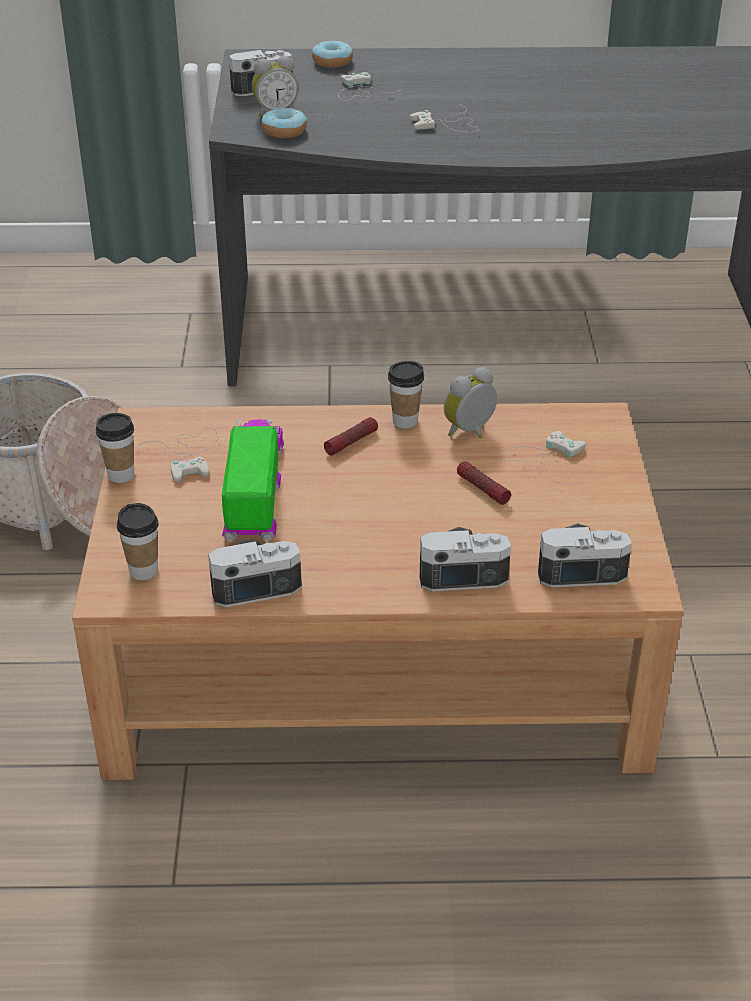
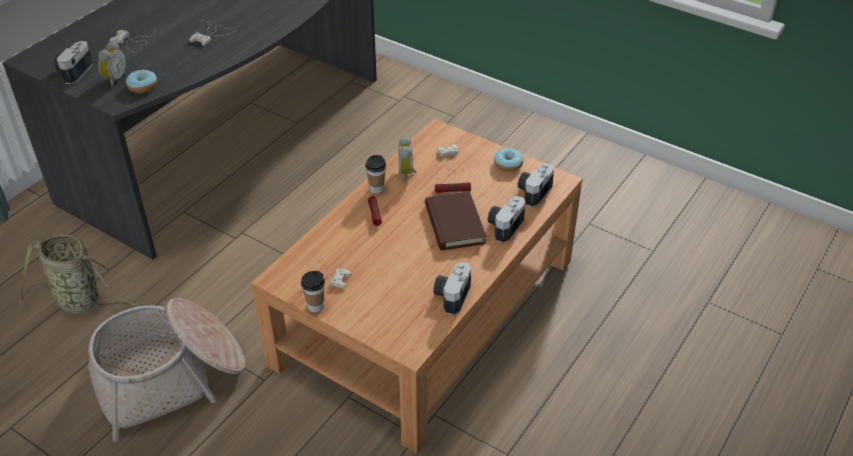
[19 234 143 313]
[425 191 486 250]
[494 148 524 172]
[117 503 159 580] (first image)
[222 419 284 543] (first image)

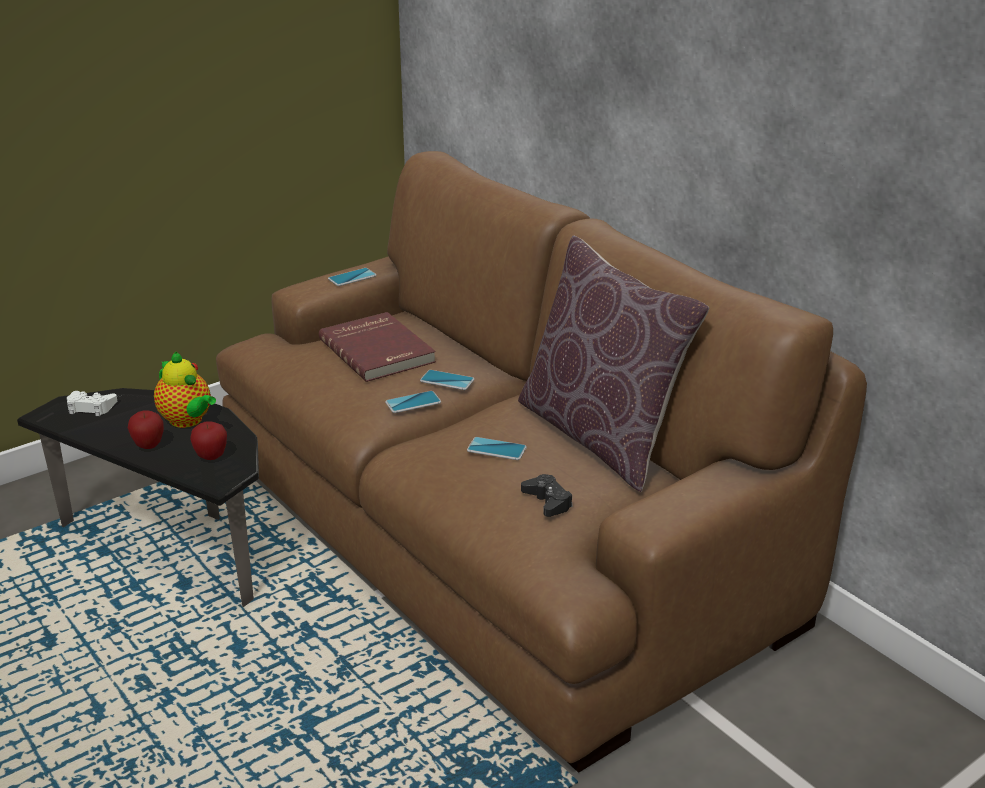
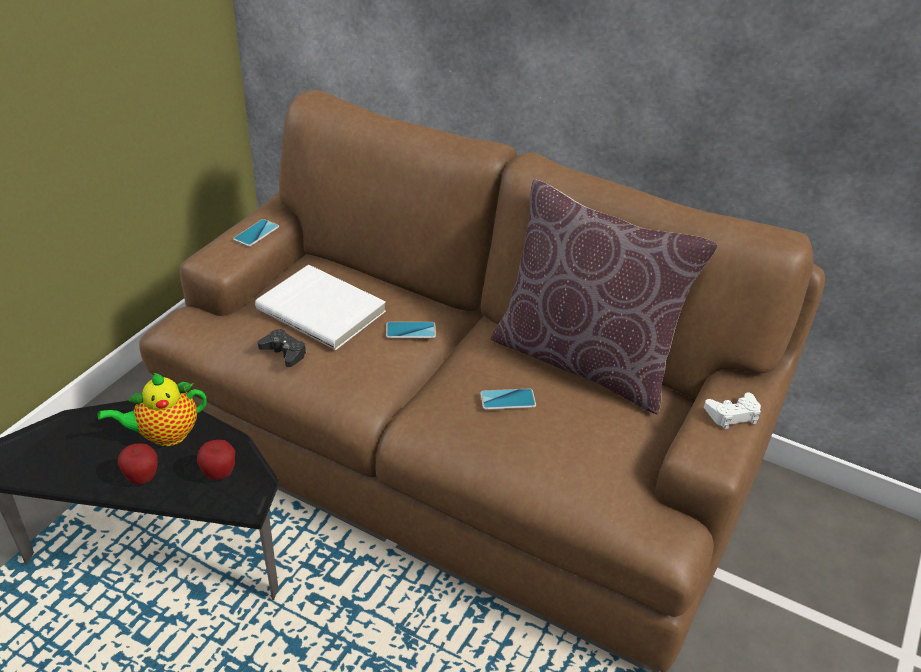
[98 373 207 446]
[255 265 386 350]
[258 329 307 367]
[704 393 761 429]
[385 391 441 413] (first image)

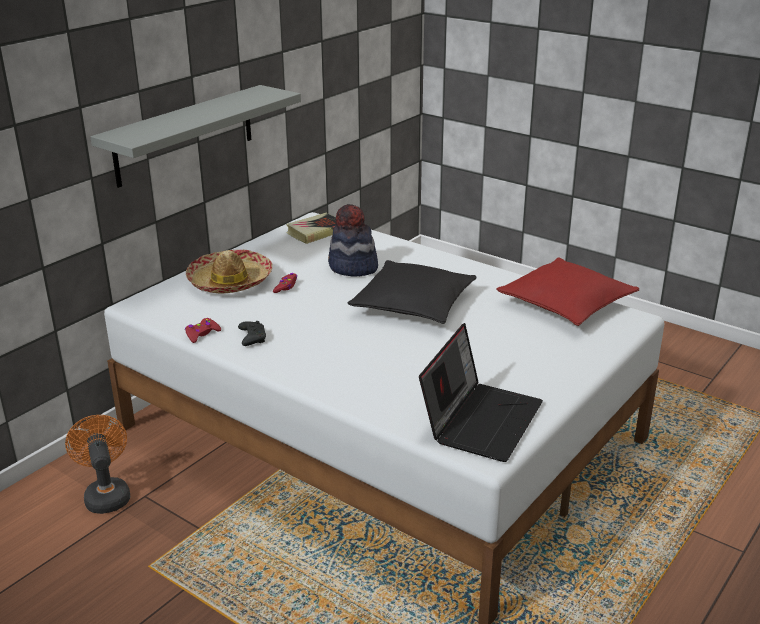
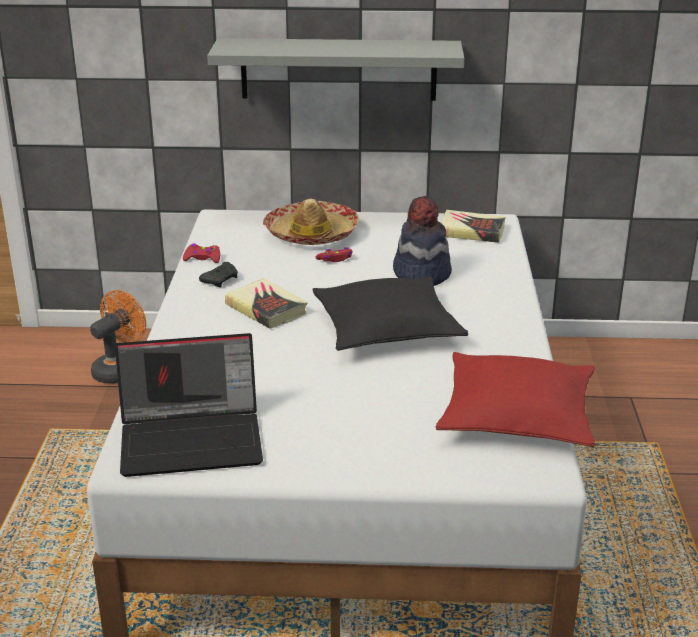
[225 278 308 329]

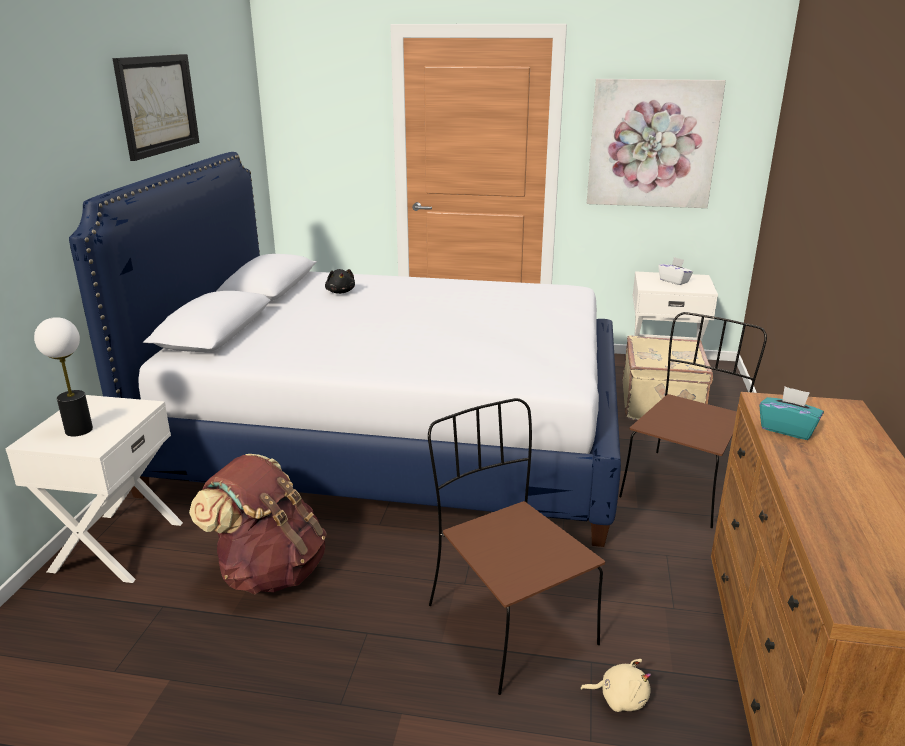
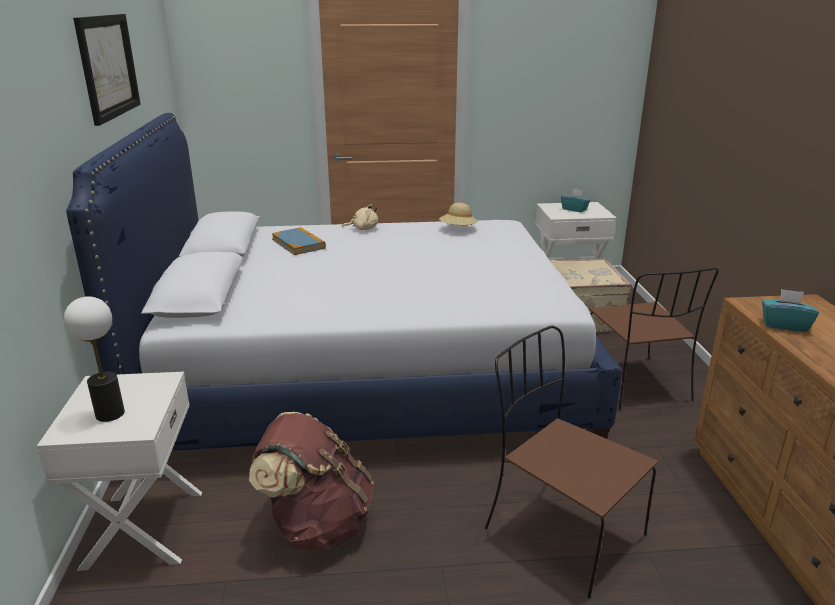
[272 227 326 255]
[342 204 378 230]
[439 203 478 225]
[561 189 591 212]
[589 267 719 410]
[587 79 726 208] (first image)

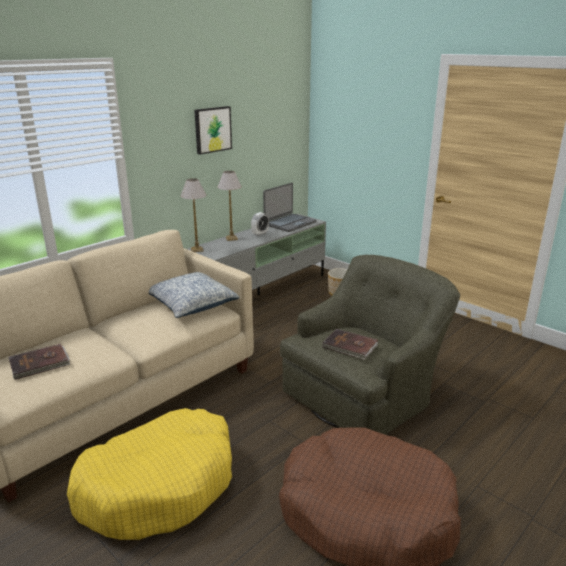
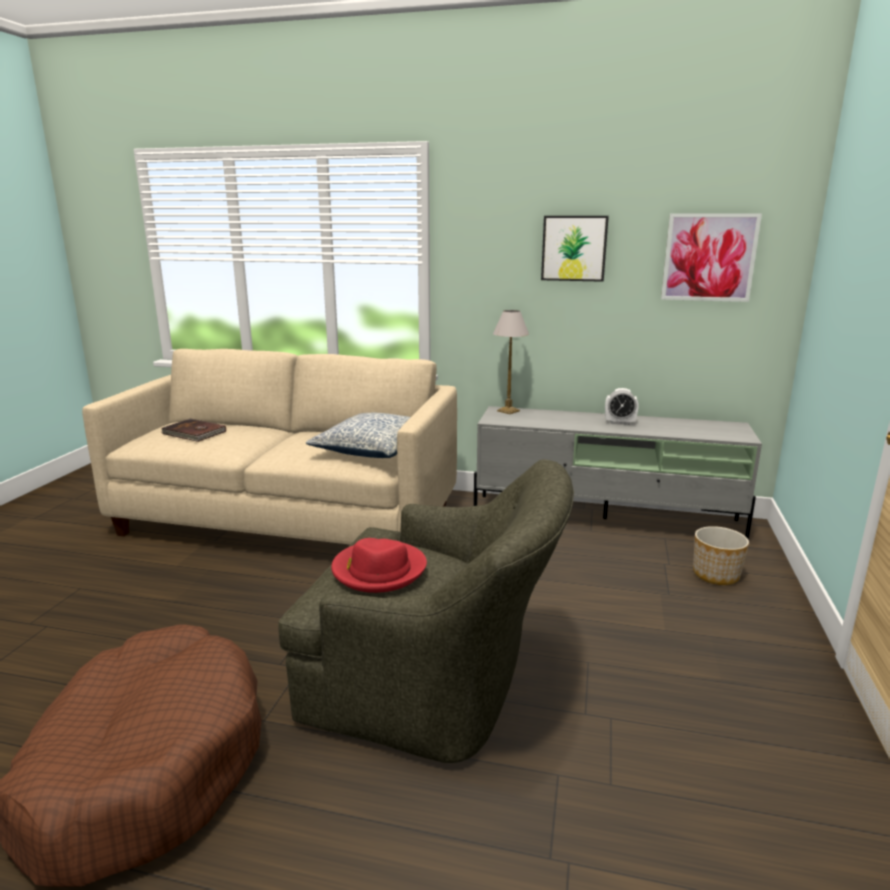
[331 538 427 593]
[661 213 762 302]
[67 408 232 540] (first image)
[217 171 242 241] (first image)
[263 183 317 232] (first image)

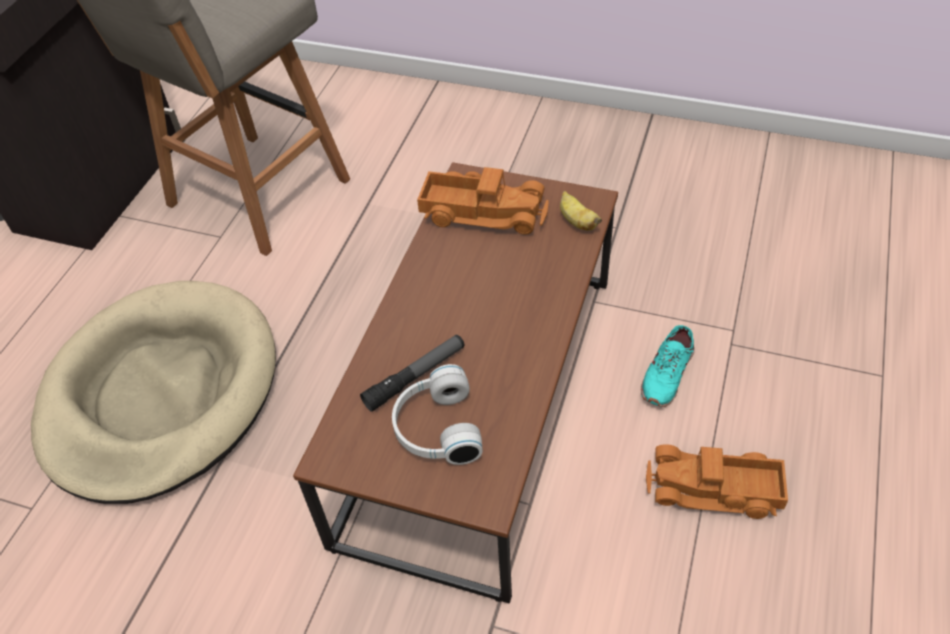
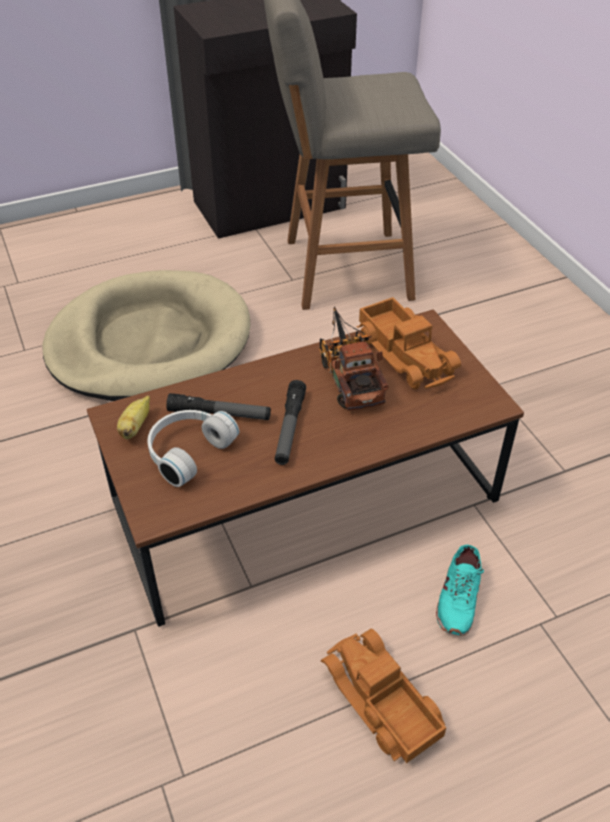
[117 395 150 439]
[275 380 306 465]
[318 307 388 411]
[436 544 484 636]

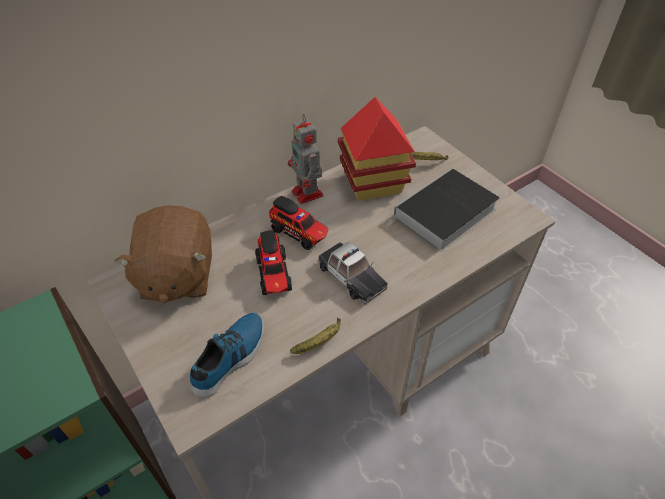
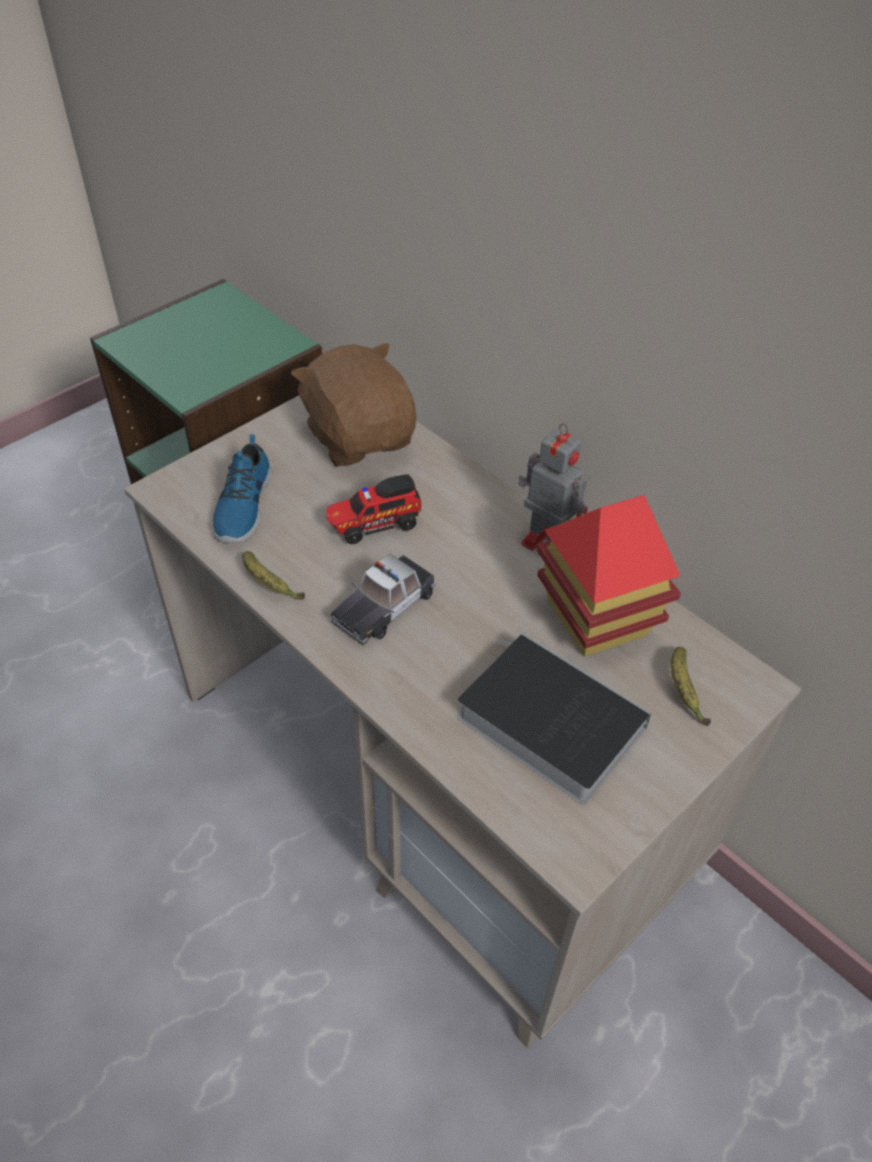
[213 434 273 543]
[291 343 417 467]
[518 423 588 555]
[269 196 328 250] (first image)

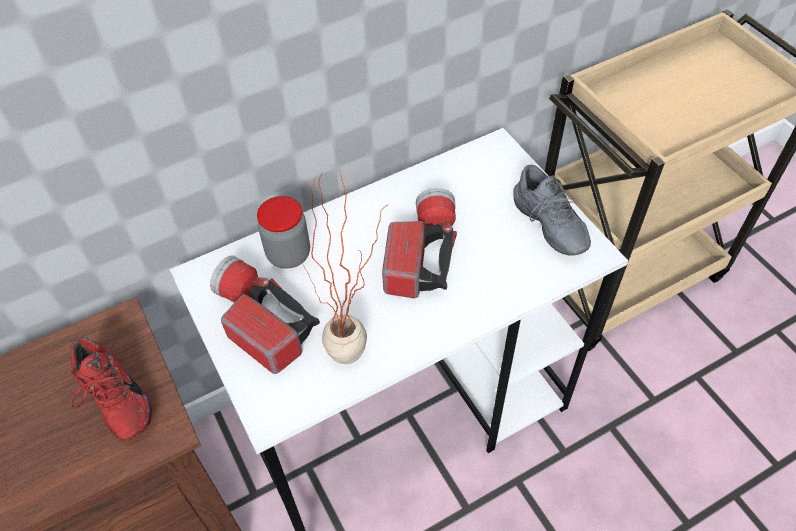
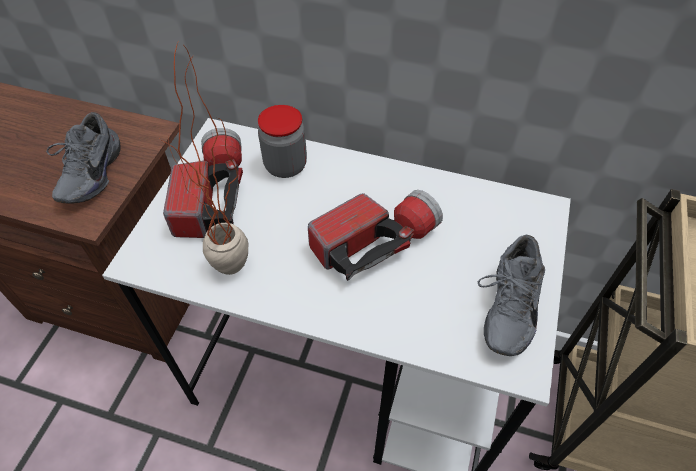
[46 112 121 204]

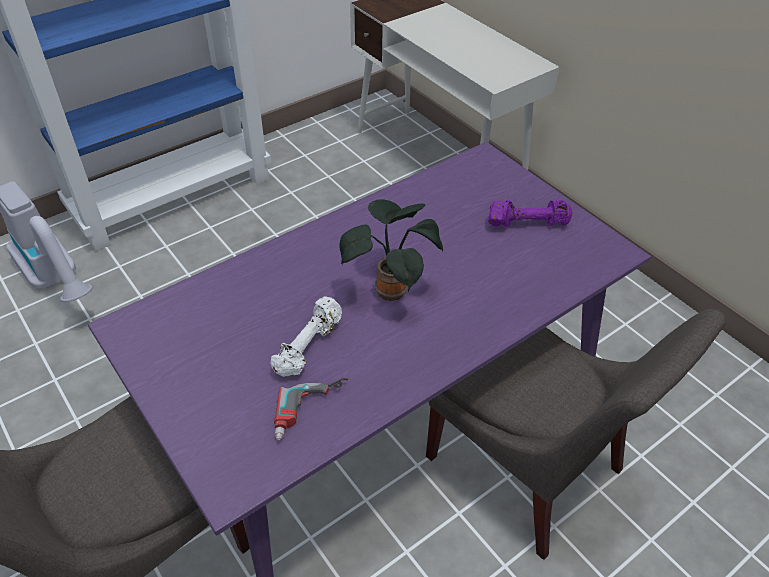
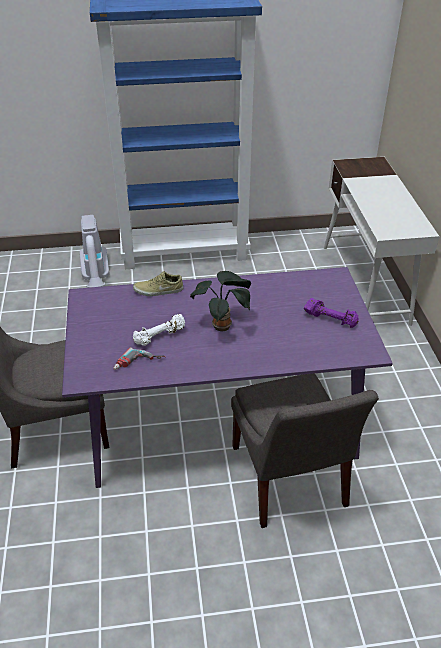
[133 271 183 296]

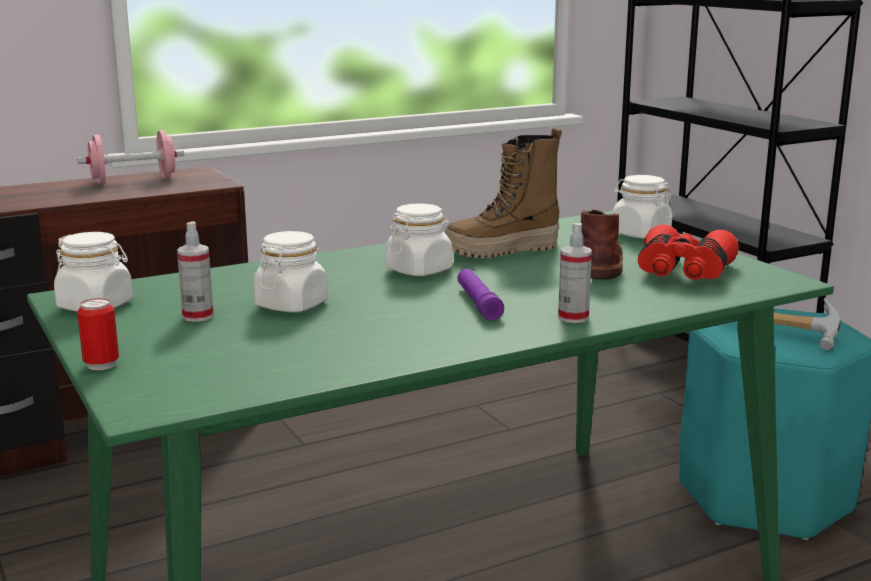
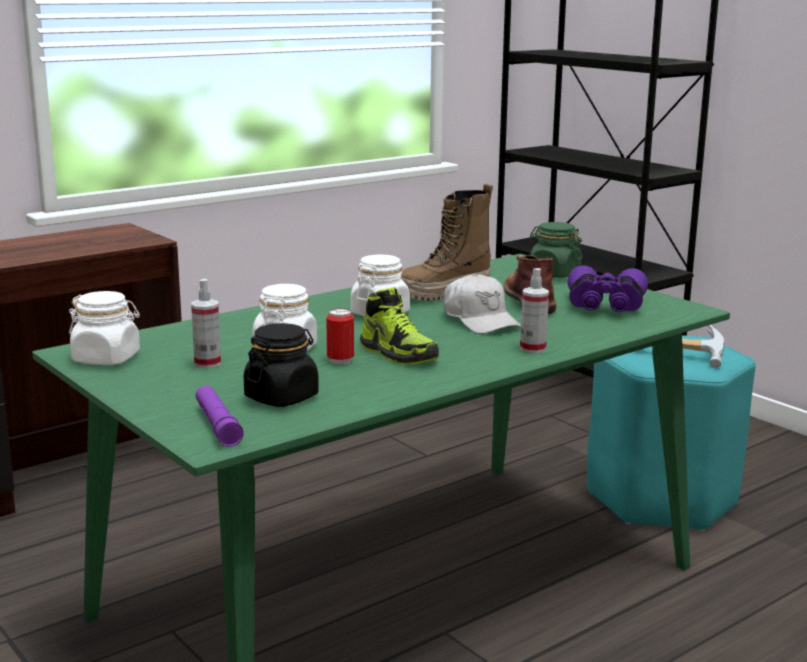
[196 386 244 447]
[244 323 319 407]
[326 308 354 365]
[360 287 439 364]
[443 273 521 334]
[530 222 582 278]
[568 265 648 312]
[78 130 184 184] (first image)

